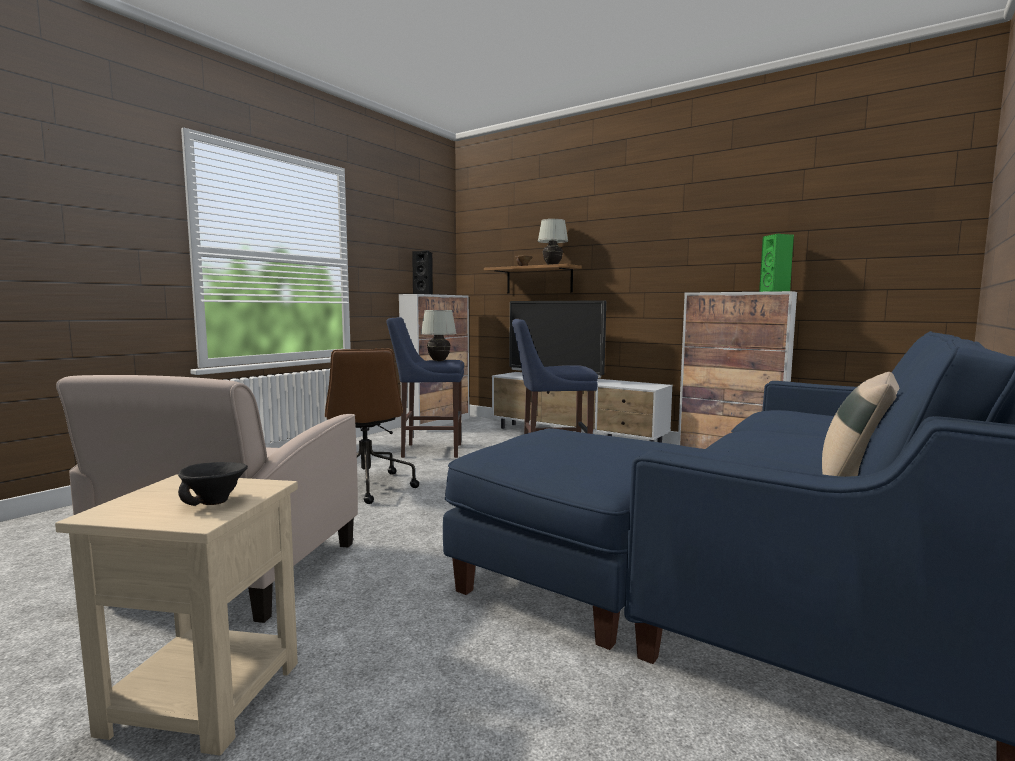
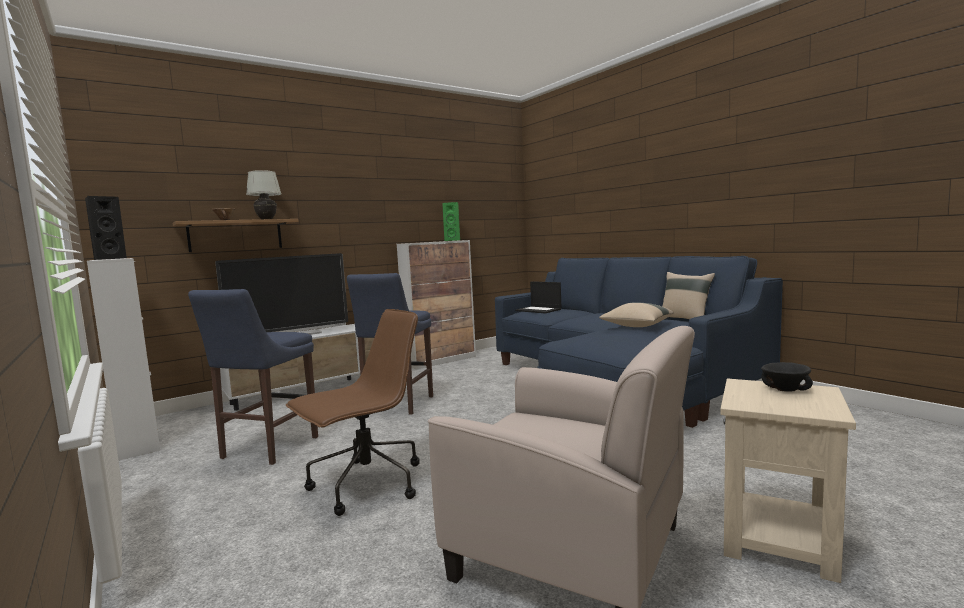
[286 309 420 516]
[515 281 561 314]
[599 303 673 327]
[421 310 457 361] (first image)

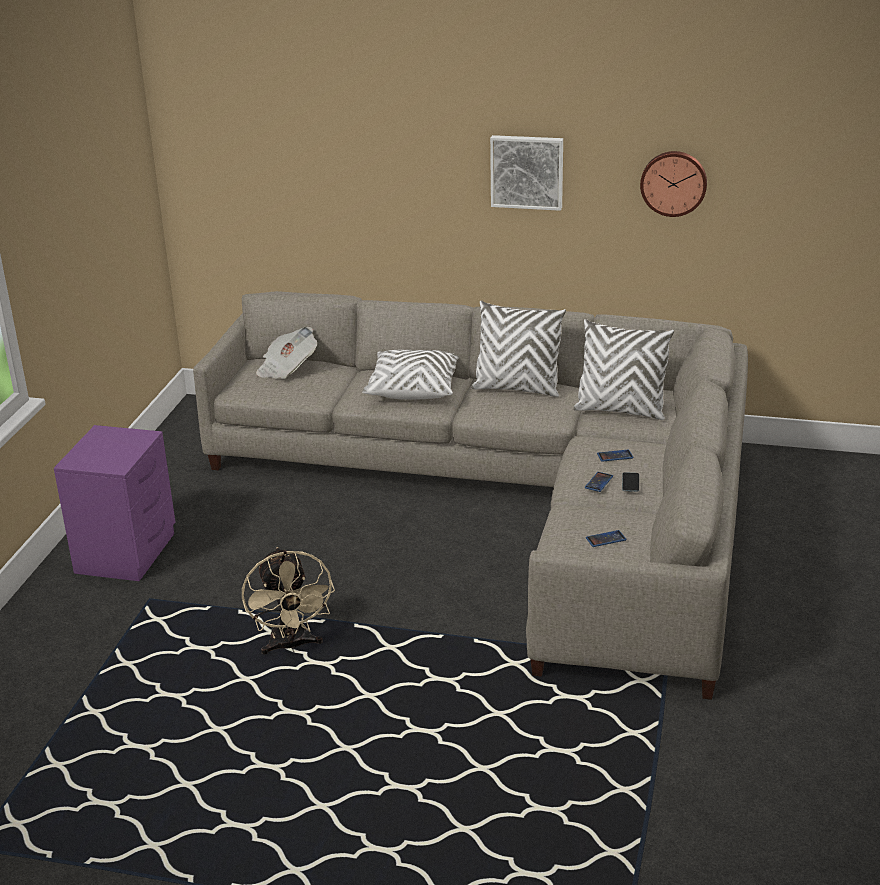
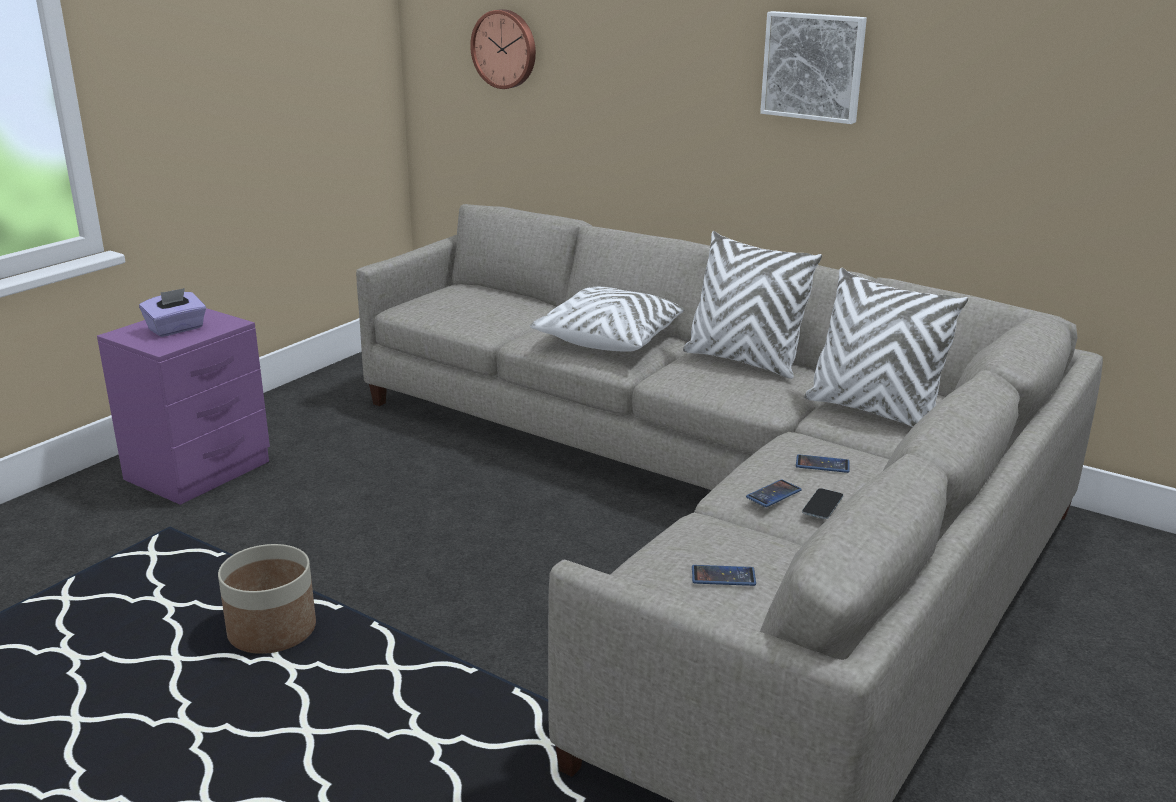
[139 288 206 337]
[218 544 316 654]
[470 9 536 89]
[256 327 317 379] (first image)

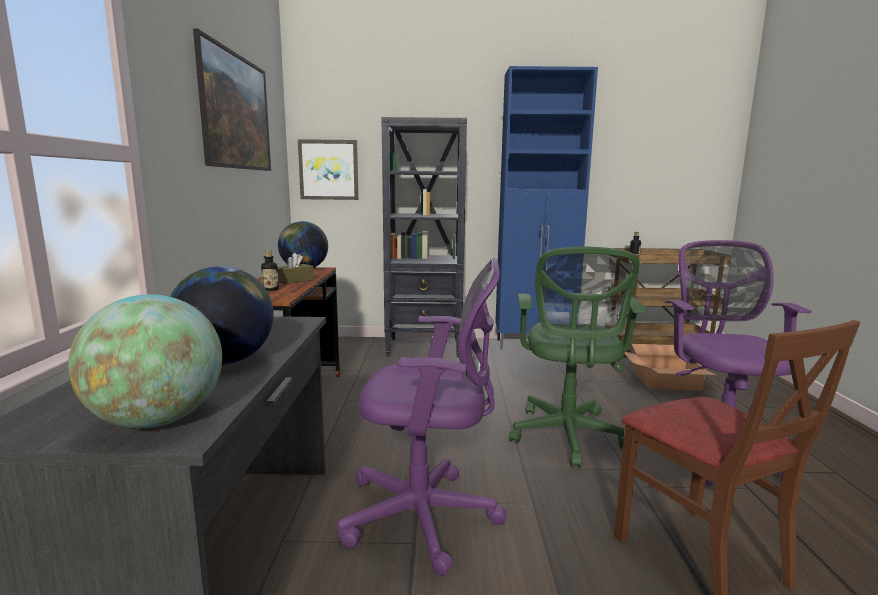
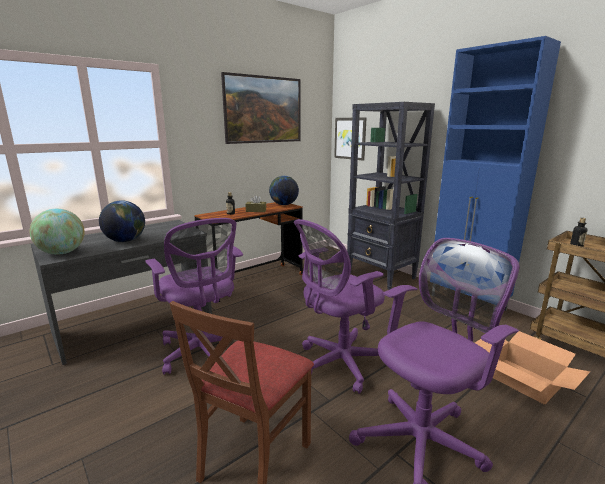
[294 219 385 394]

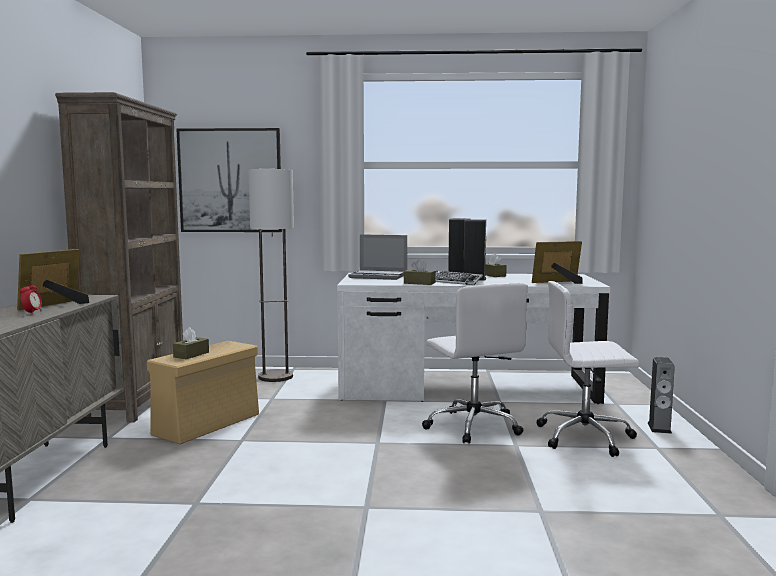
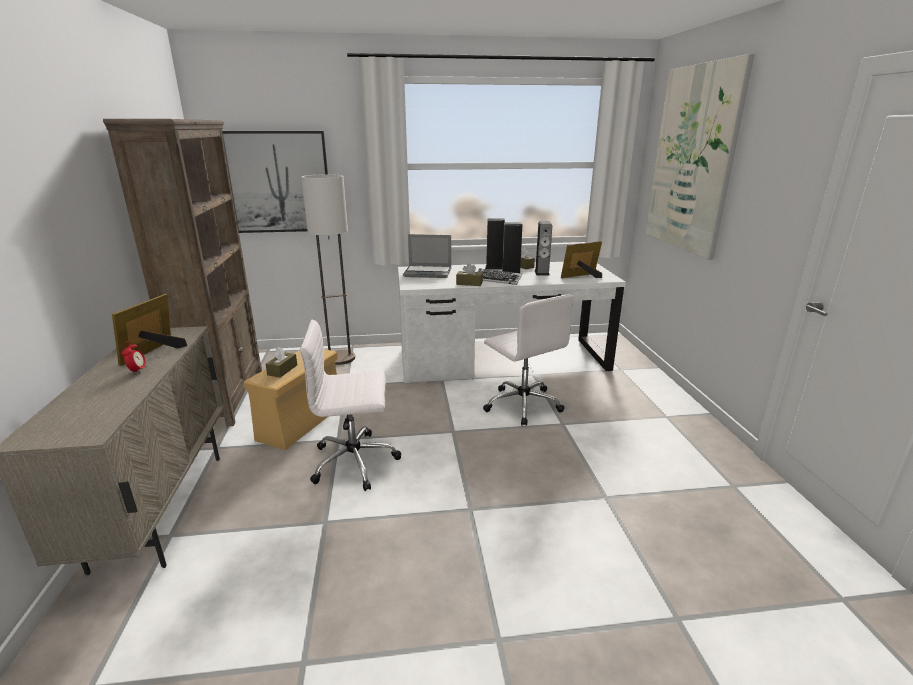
[300 319 401 491]
[535 221 552 276]
[645 54 754 260]

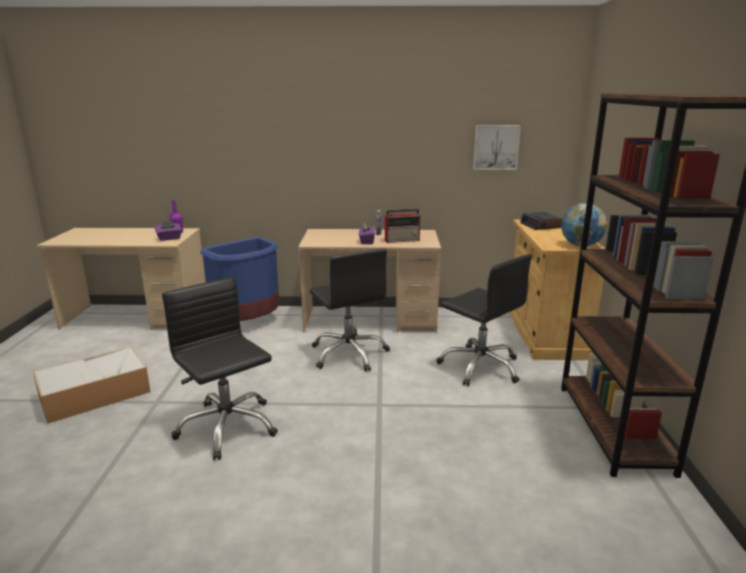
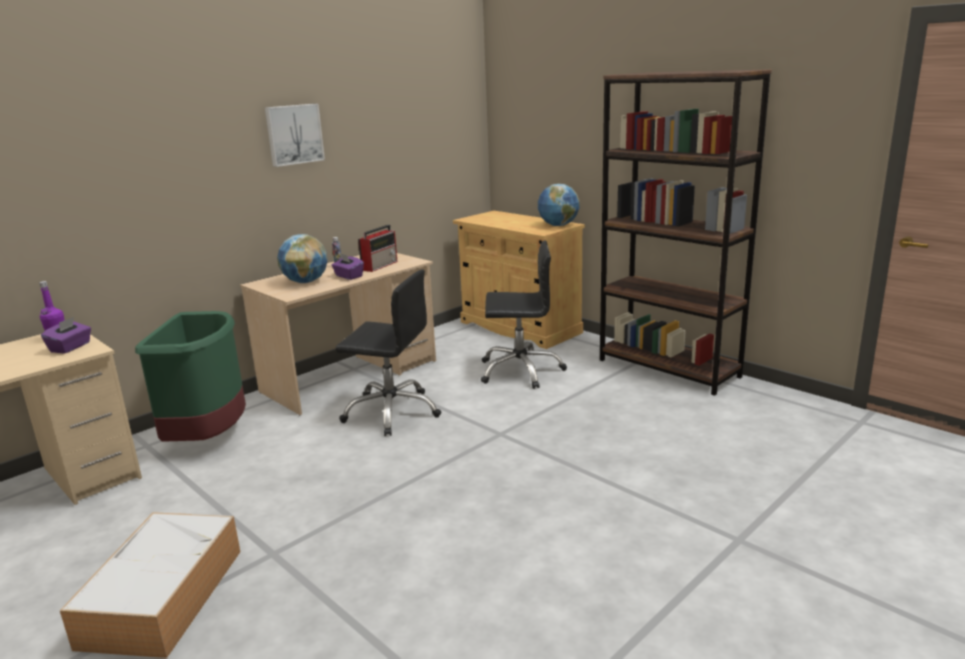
[135 311 246 442]
[265 104 325 167]
[277 234 328 283]
[162 277 278 460] (first image)
[520 212 562 230] (first image)

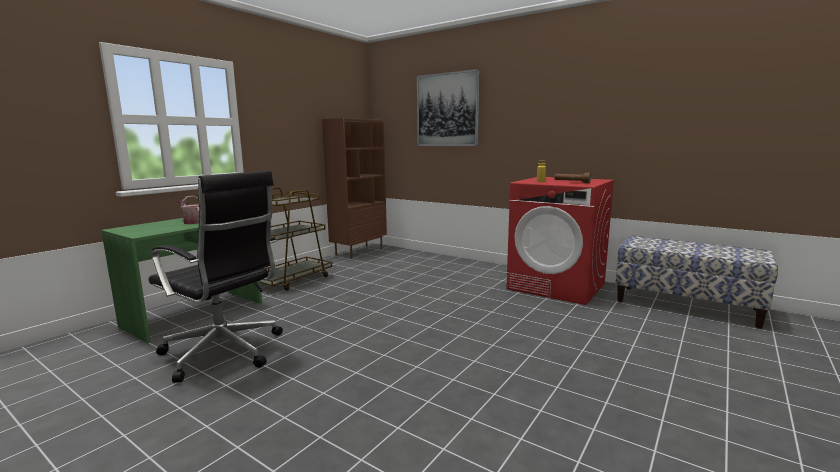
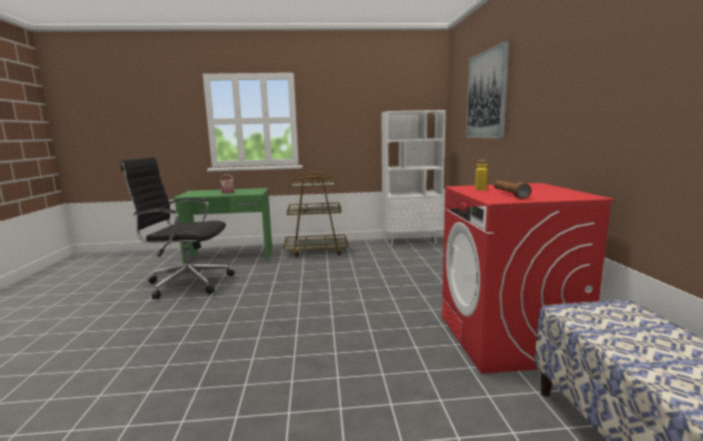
[121 157 235 299]
[381 110 446 246]

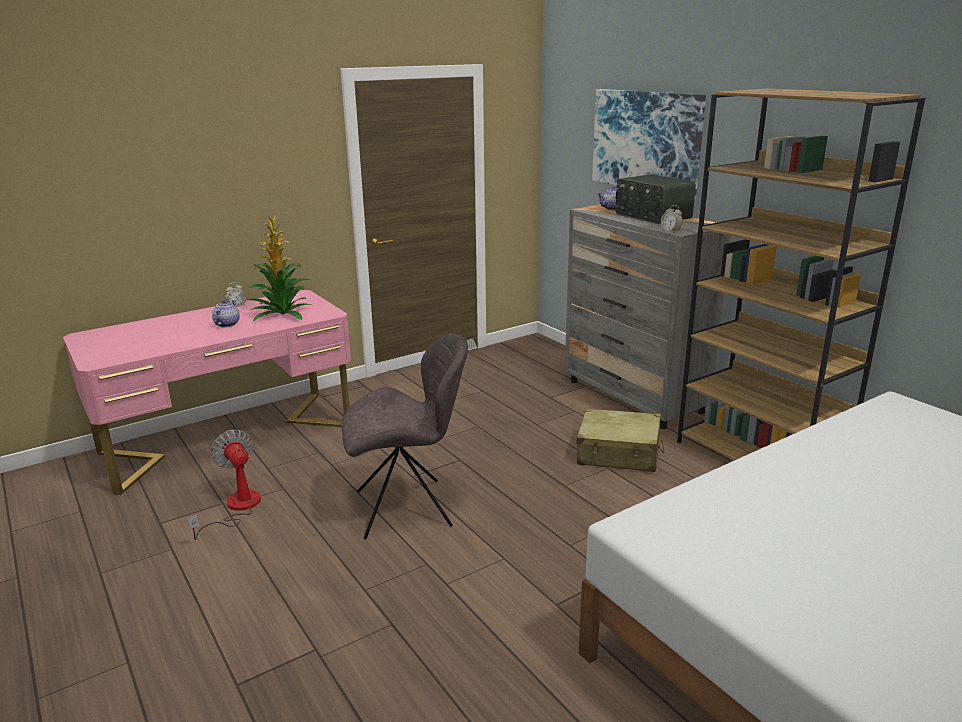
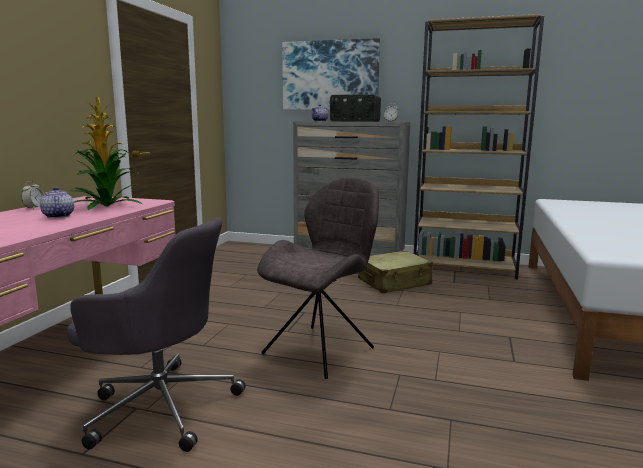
[67 217 246 452]

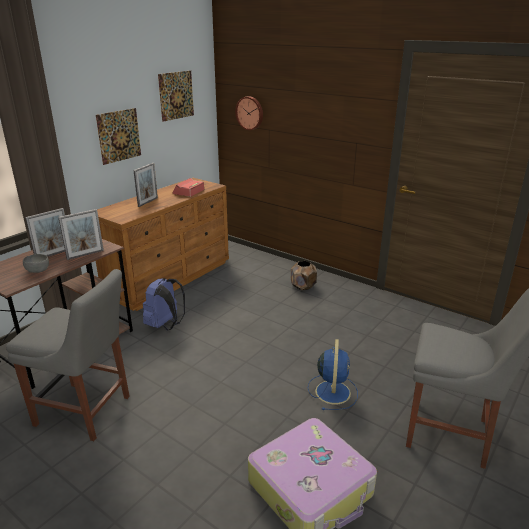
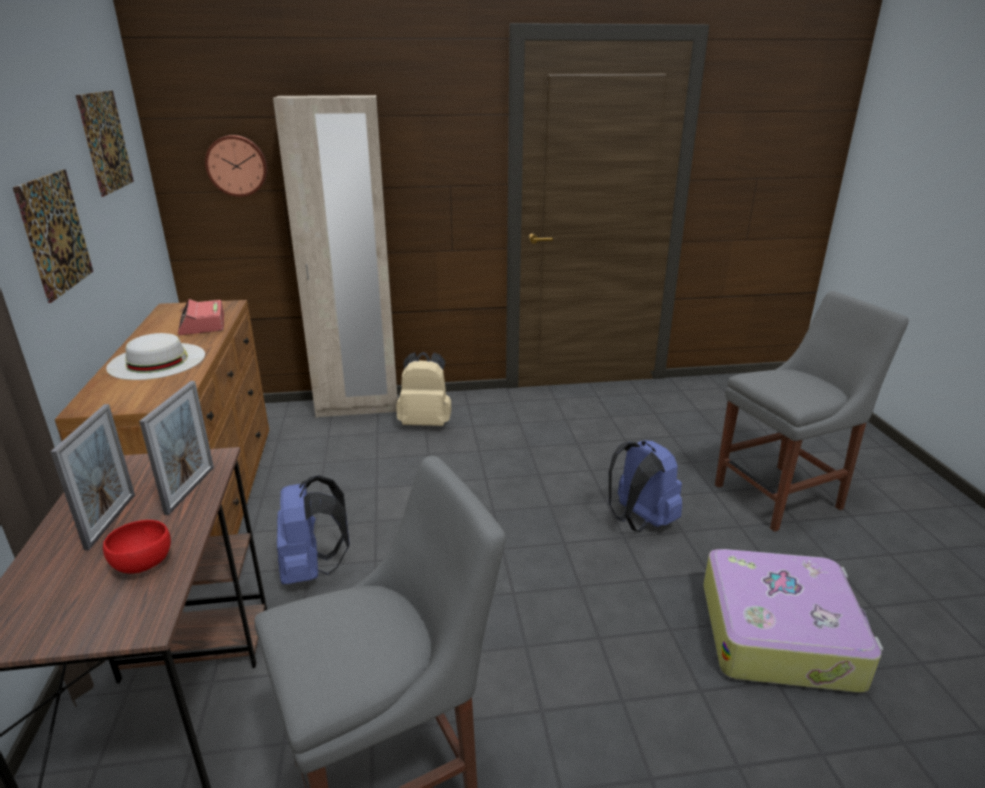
[103 520 171 574]
[106 333 205 380]
[273 95 398 418]
[396 352 451 426]
[609 440 682 532]

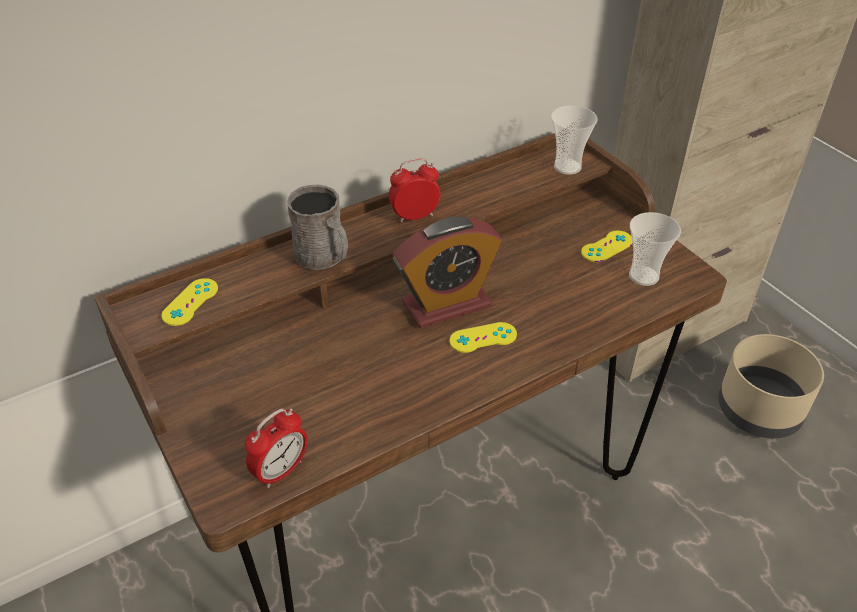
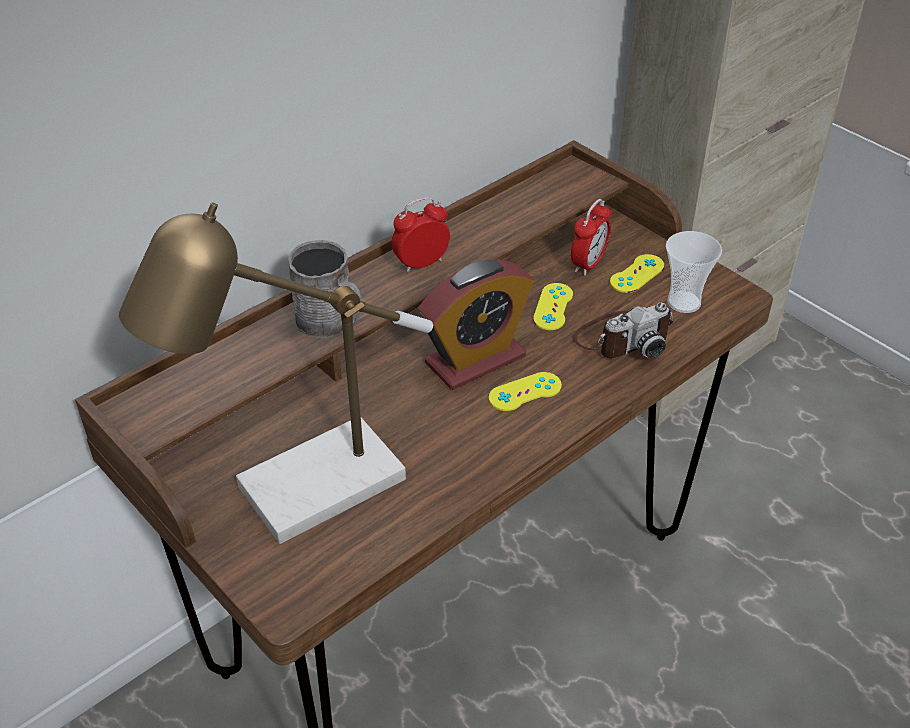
[119 202 433 544]
[533 283 573 330]
[571 199 612 276]
[573 303 673 359]
[551 105 598 175] (first image)
[718 334 824 438] (first image)

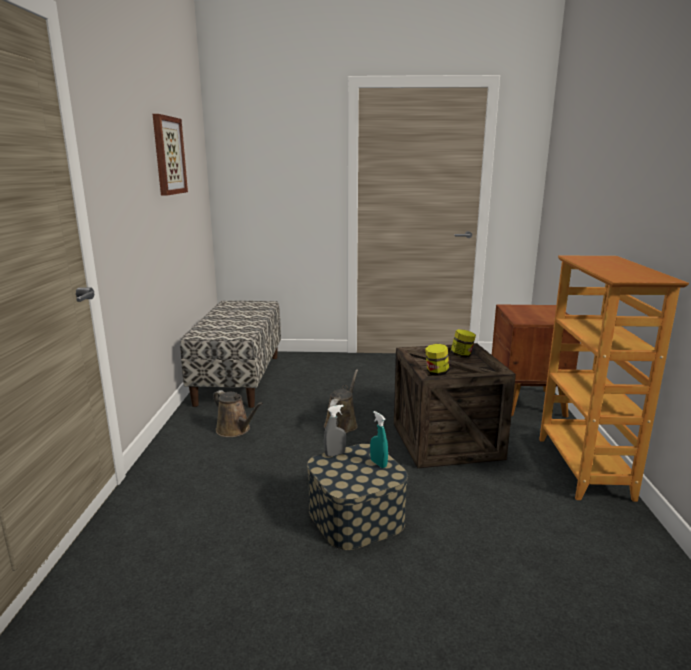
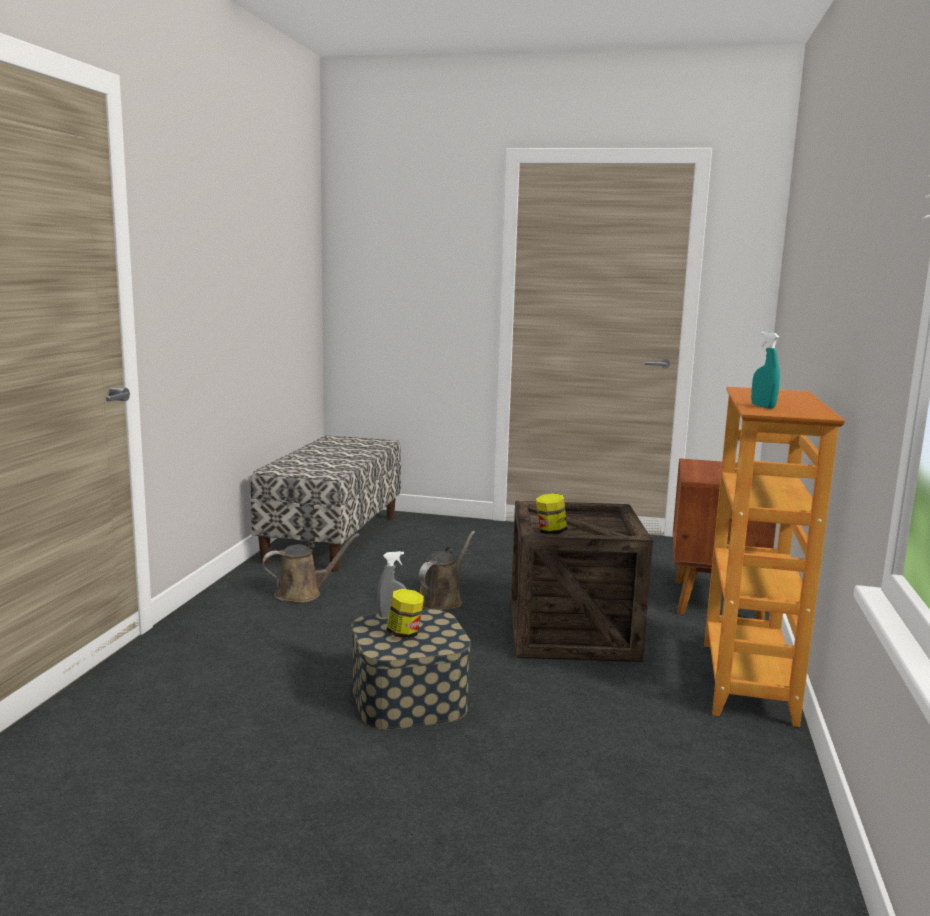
[262 533 360 603]
[386 589 424 639]
[751 332 780 409]
[153 114 188 196] (first image)

